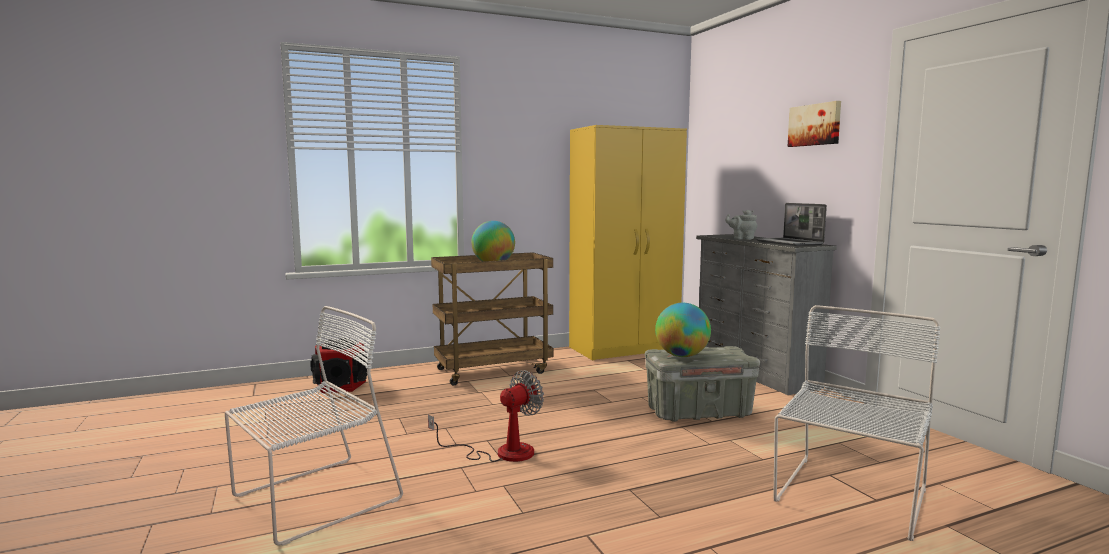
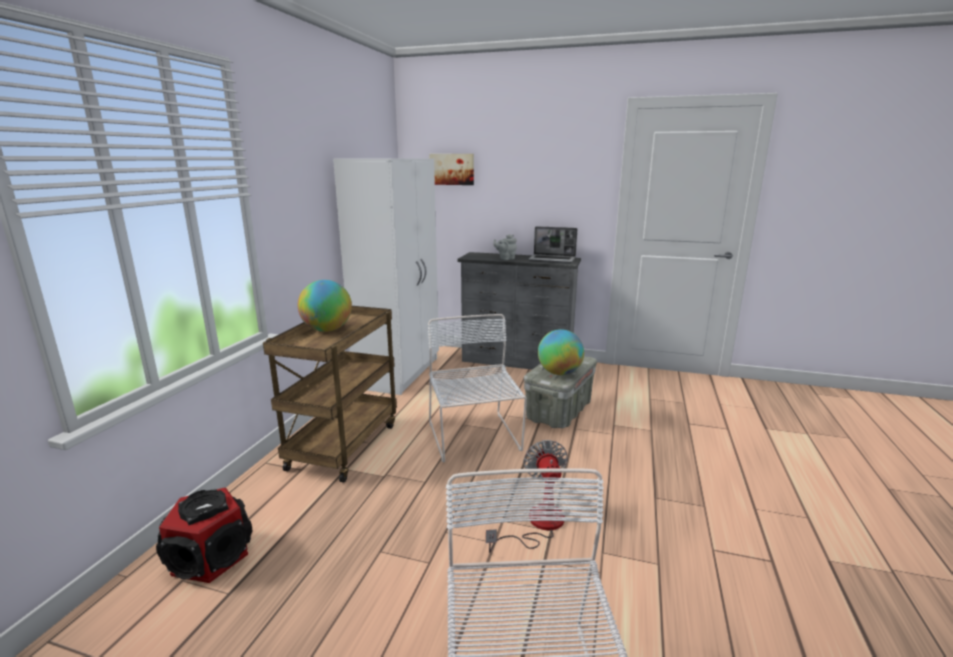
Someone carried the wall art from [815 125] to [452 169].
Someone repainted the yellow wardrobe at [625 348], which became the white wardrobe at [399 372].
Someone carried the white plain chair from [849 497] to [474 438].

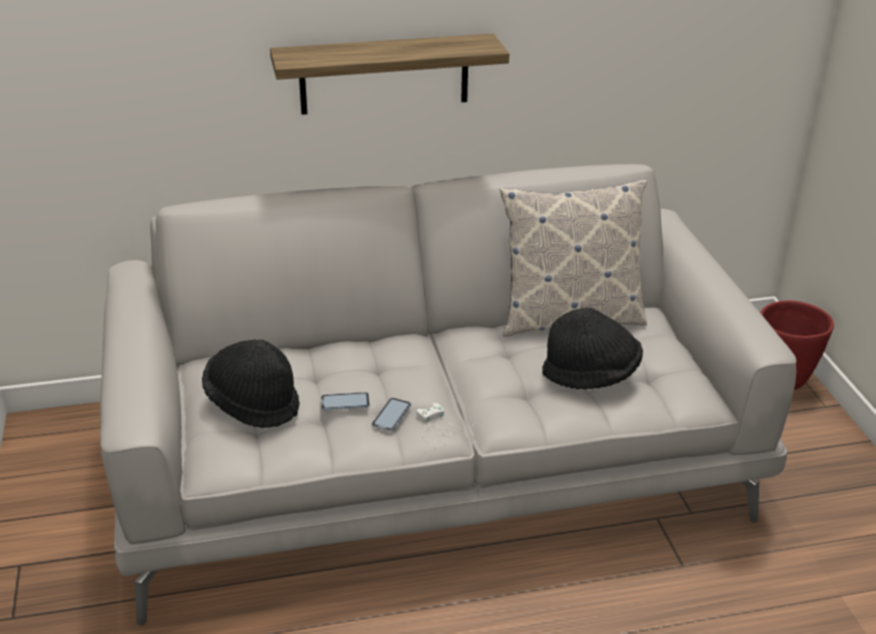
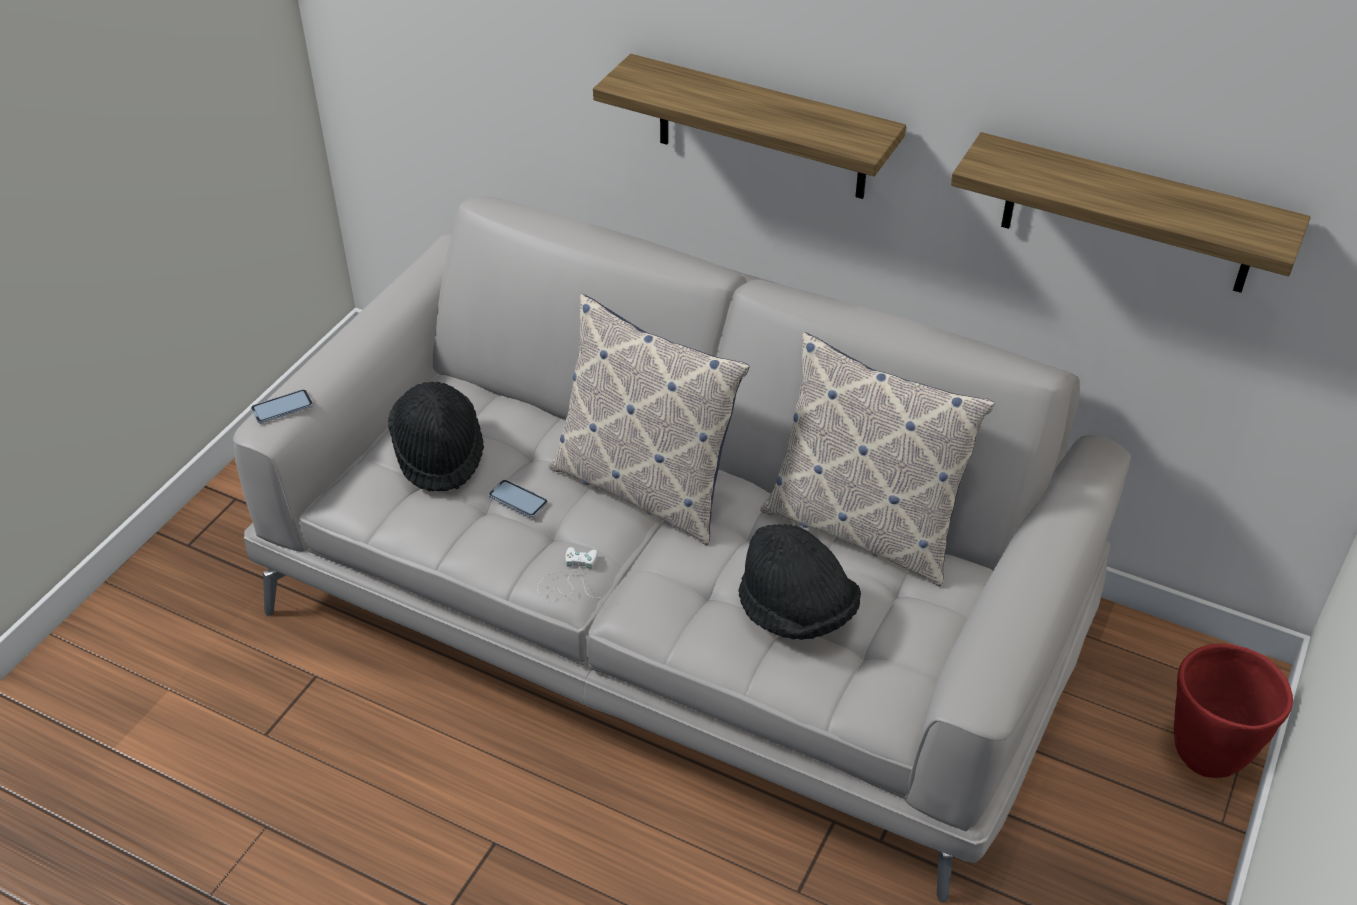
Someone carried the handset from [391 415] to [282 407].
Someone put up the wall shelf at [1129 215].
Someone put down the cushion at [645 487].

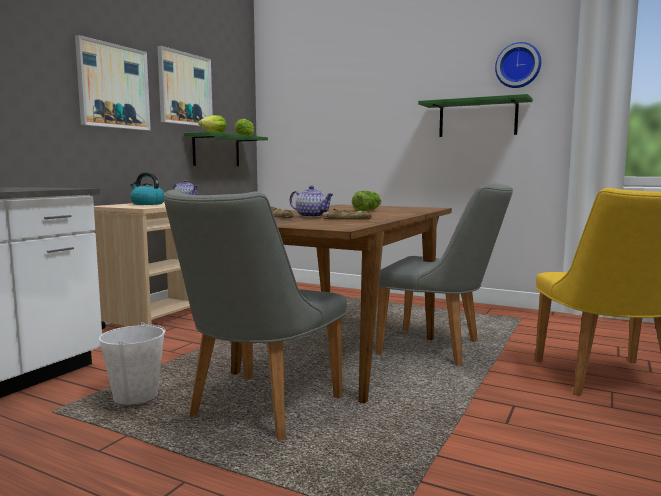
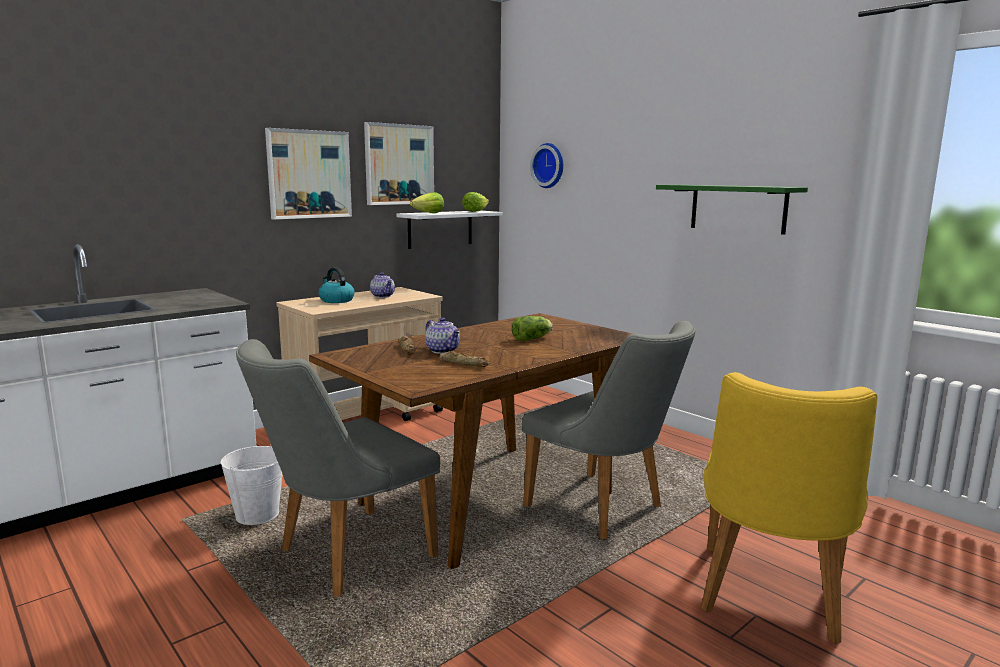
Someone carried the hanging clock from [518 66] to [549 165].
Someone repainted the green-coloured wall shelf at [216 150], which became the white wall shelf at [440 229].

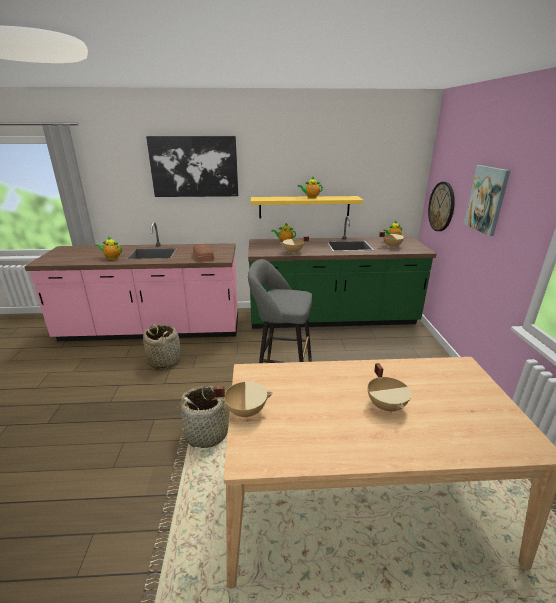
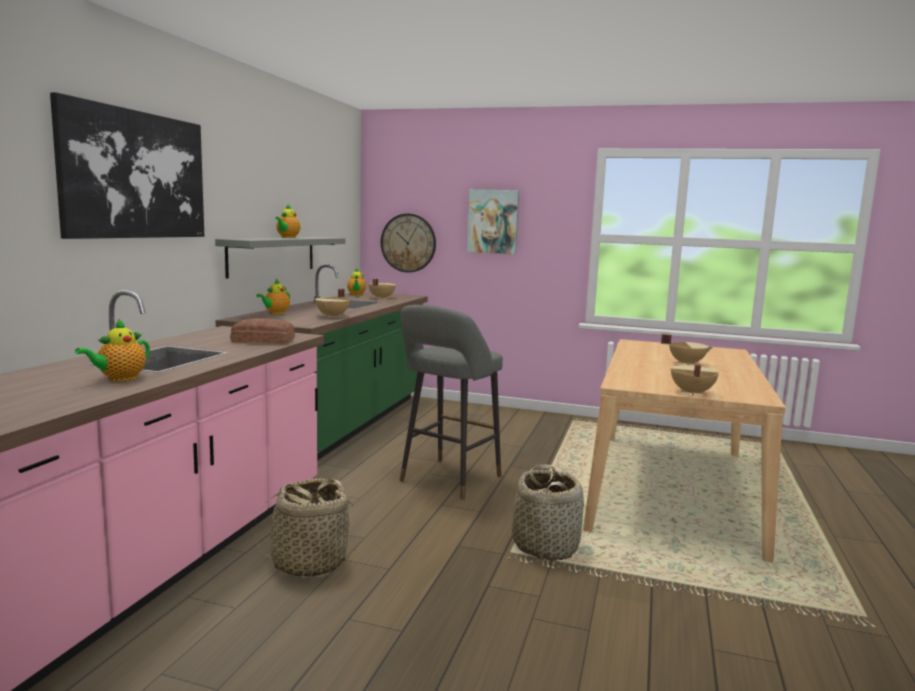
Someone repainted the yellow wall shelf at [304 207], which became the gray wall shelf at [272 255].

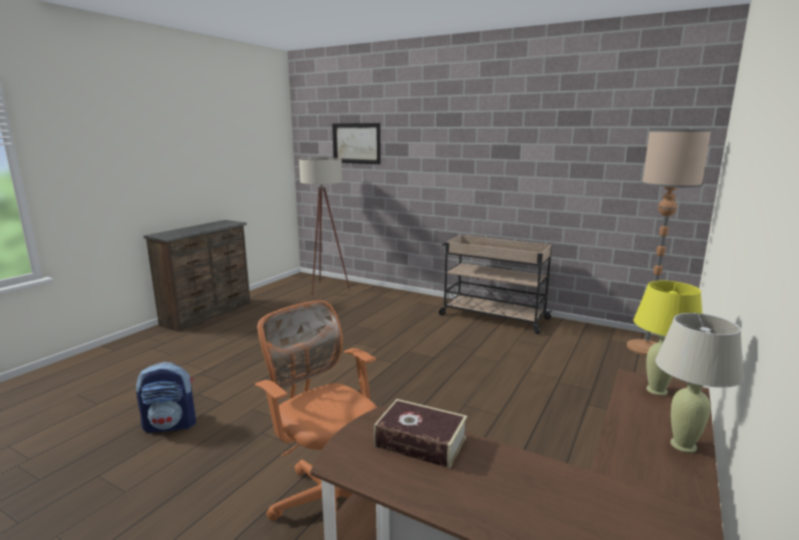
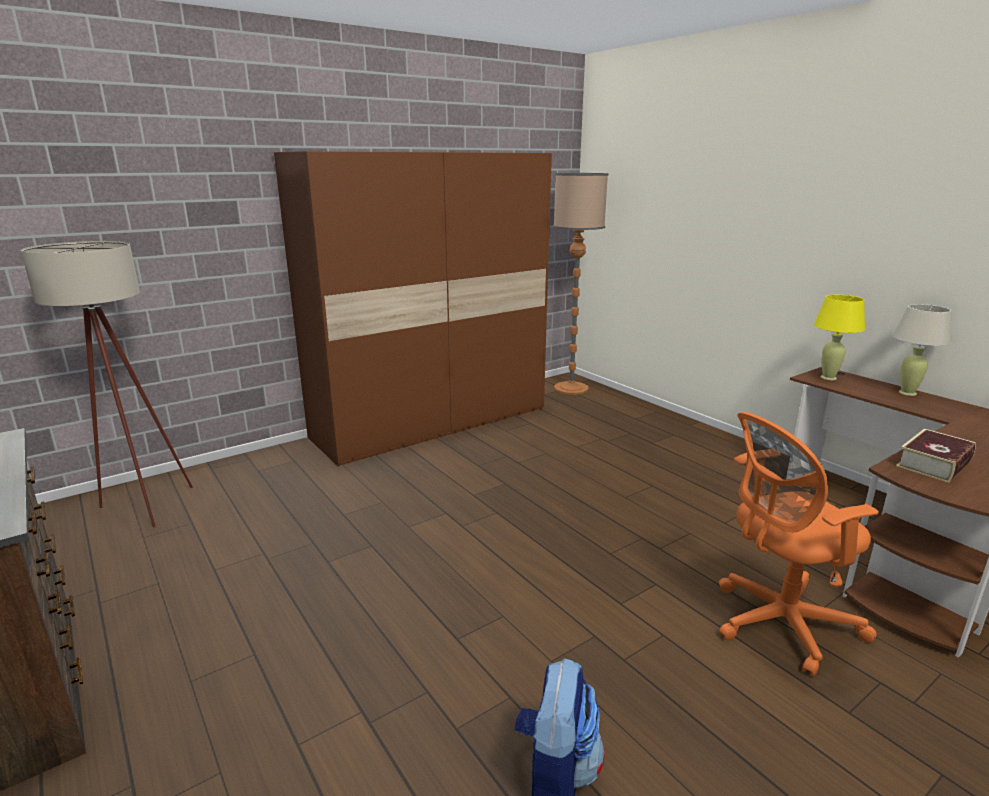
Someone took away the wall art at [356 143].
Someone swapped the sand-coloured cart at [492 317] for the brown wardrobe at [432 422].

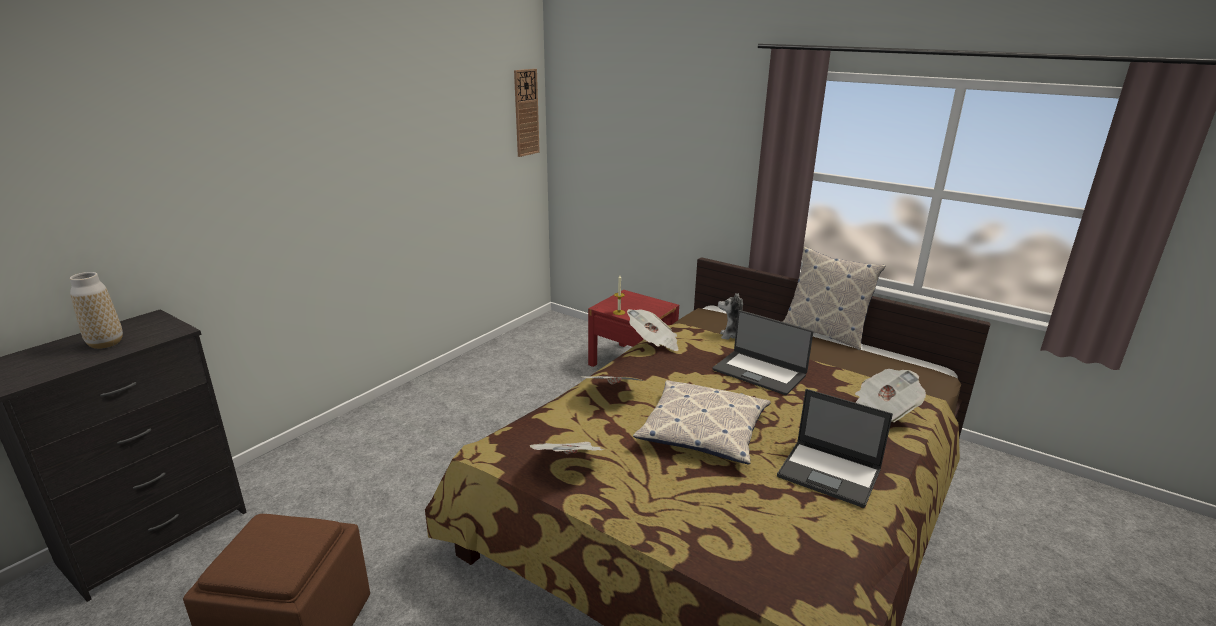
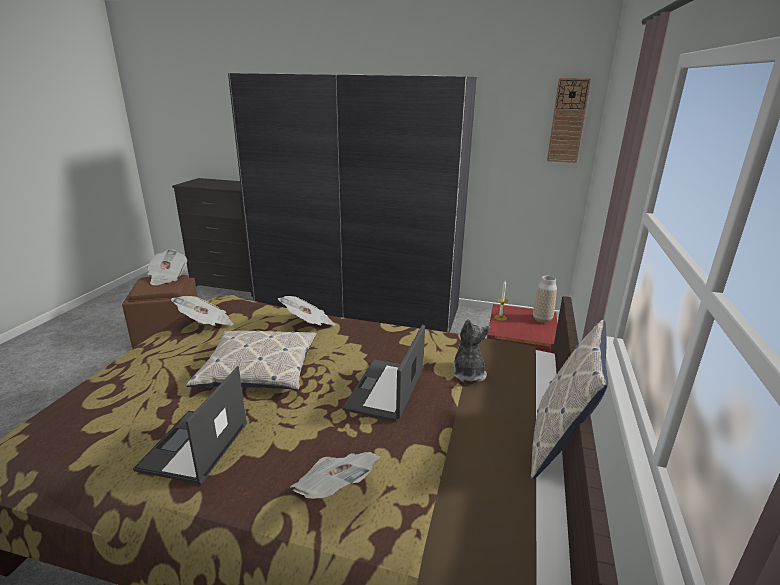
Someone carried the decorative vase from [106 343] to [542 319].
Someone carried the newspaper from [653 343] to [167 277].
Someone put down the gray wardrobe at [357 308].

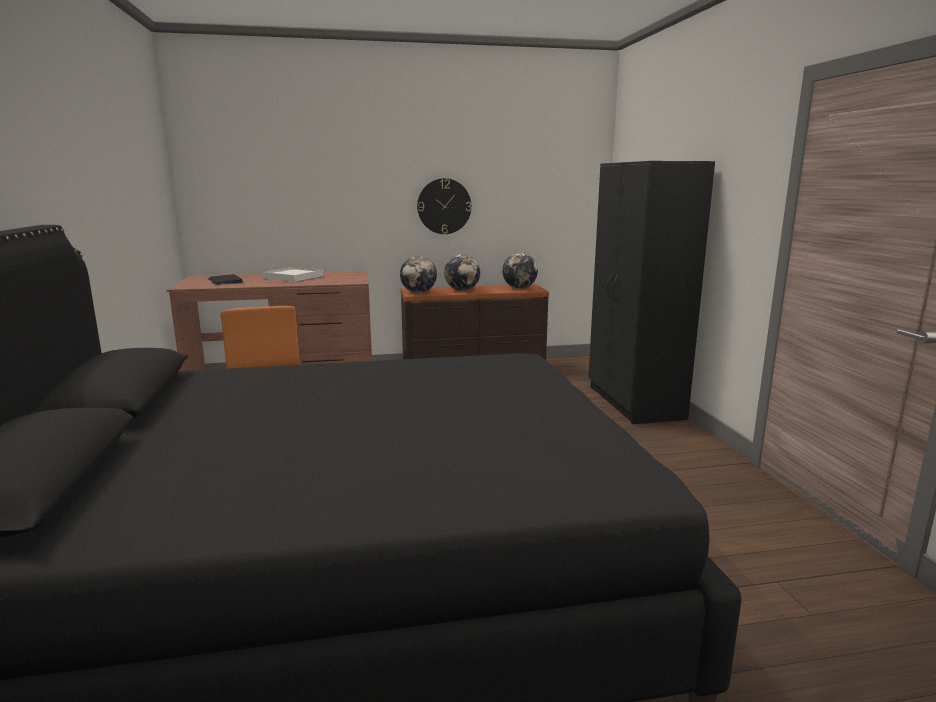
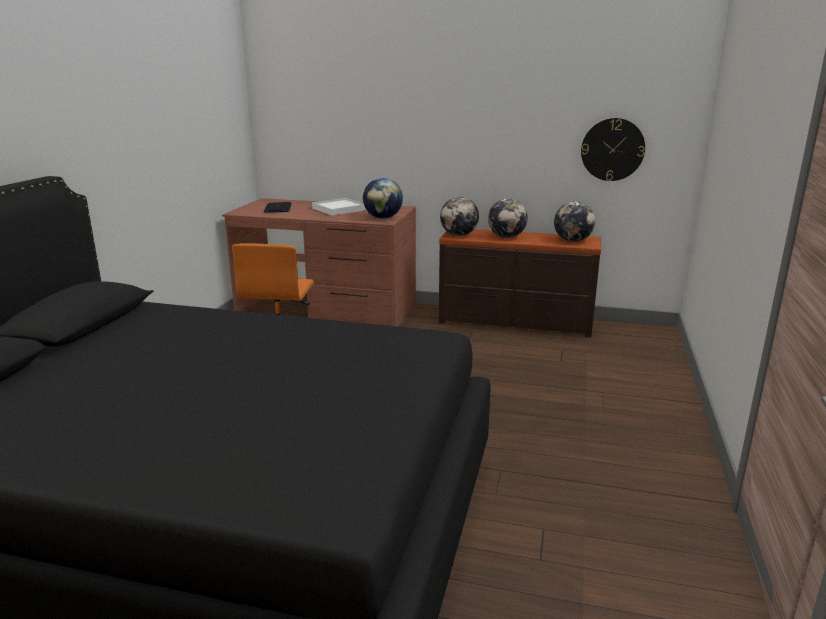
Someone took away the black wardrobe at [634 403].
Someone carried the hanging clock from [444 206] to [612 149].
Someone put down the world globe at [383 218].

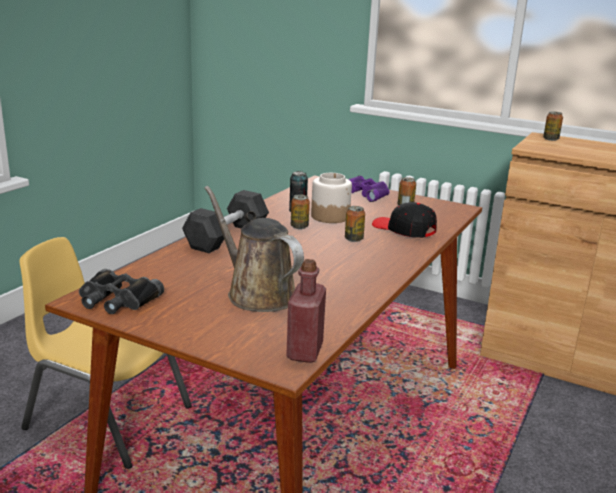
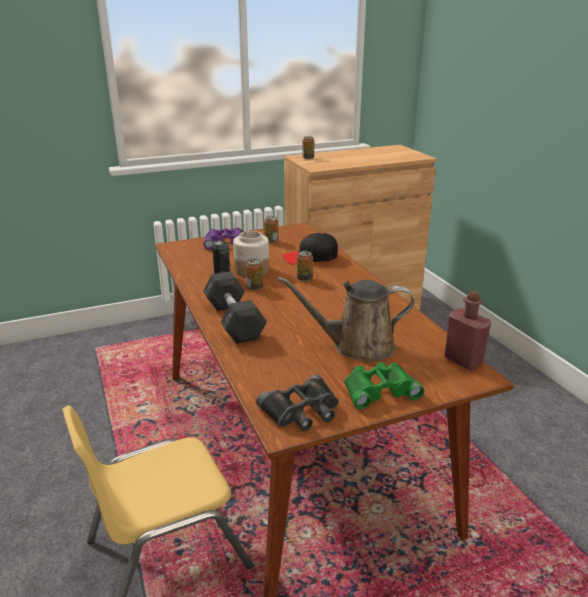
Someone put down the green-coloured pair of binoculars at [379 390].

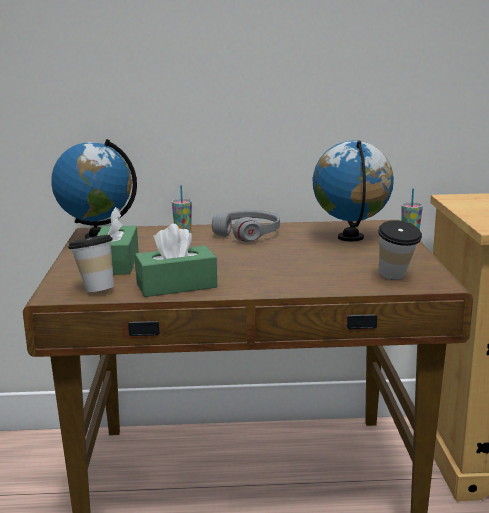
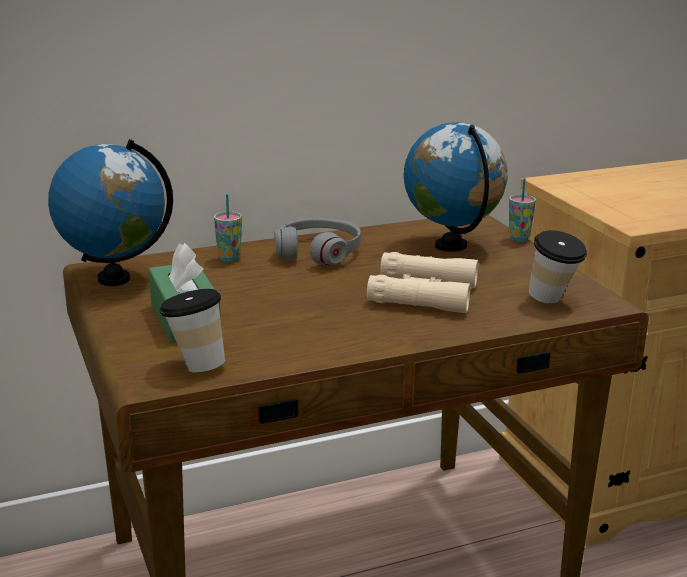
Someone took away the green-coloured tissue holder at [176 285].
Someone put down the sand-coloured pair of binoculars at [423 294].

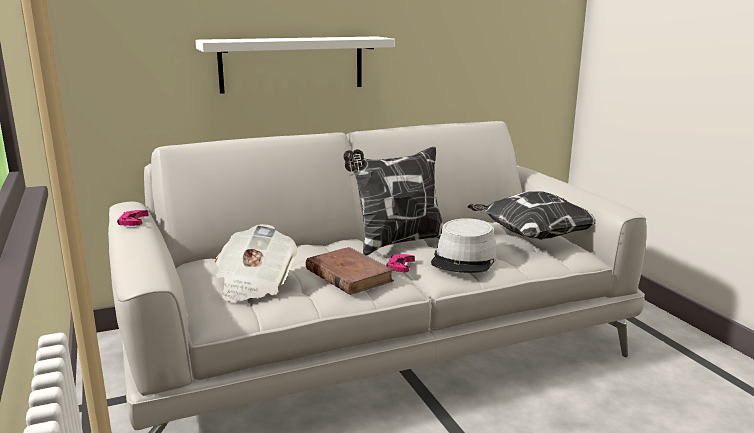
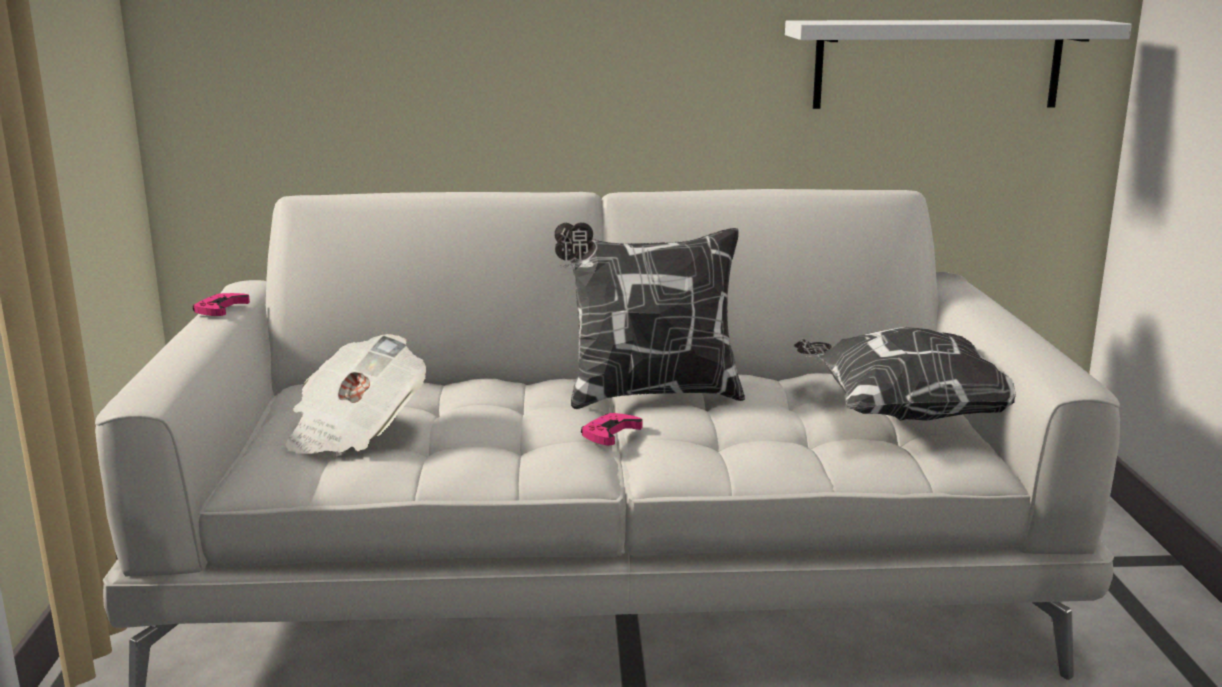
Someone carried the white wall shelf from [292 64] to [937 64].
Someone took away the gray clothing hat at [464 259].
Someone took away the brown volume at [348 275].

